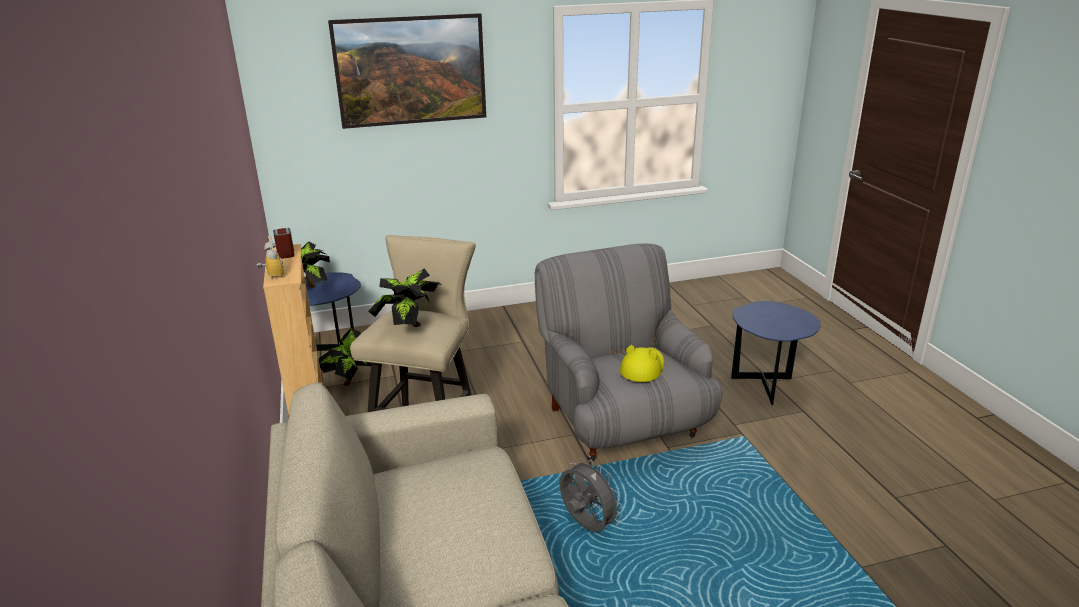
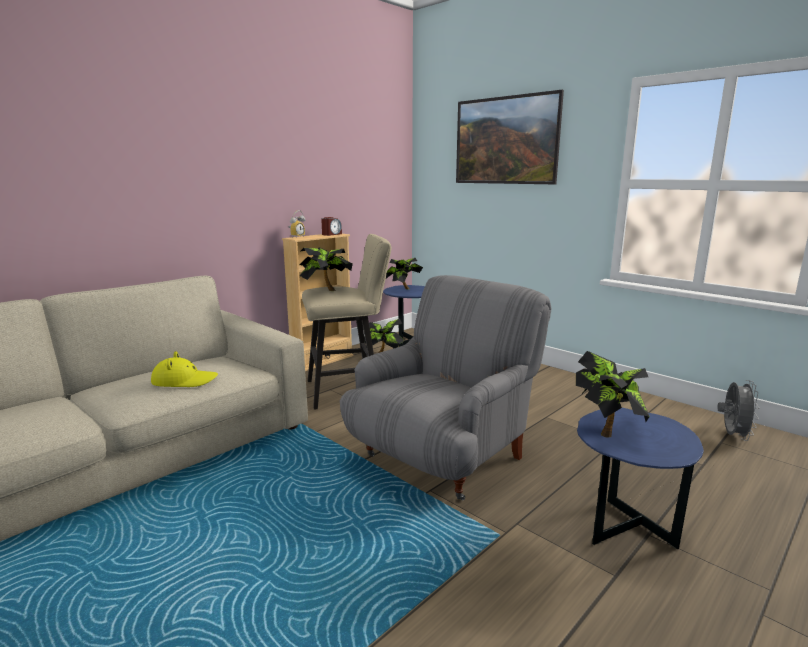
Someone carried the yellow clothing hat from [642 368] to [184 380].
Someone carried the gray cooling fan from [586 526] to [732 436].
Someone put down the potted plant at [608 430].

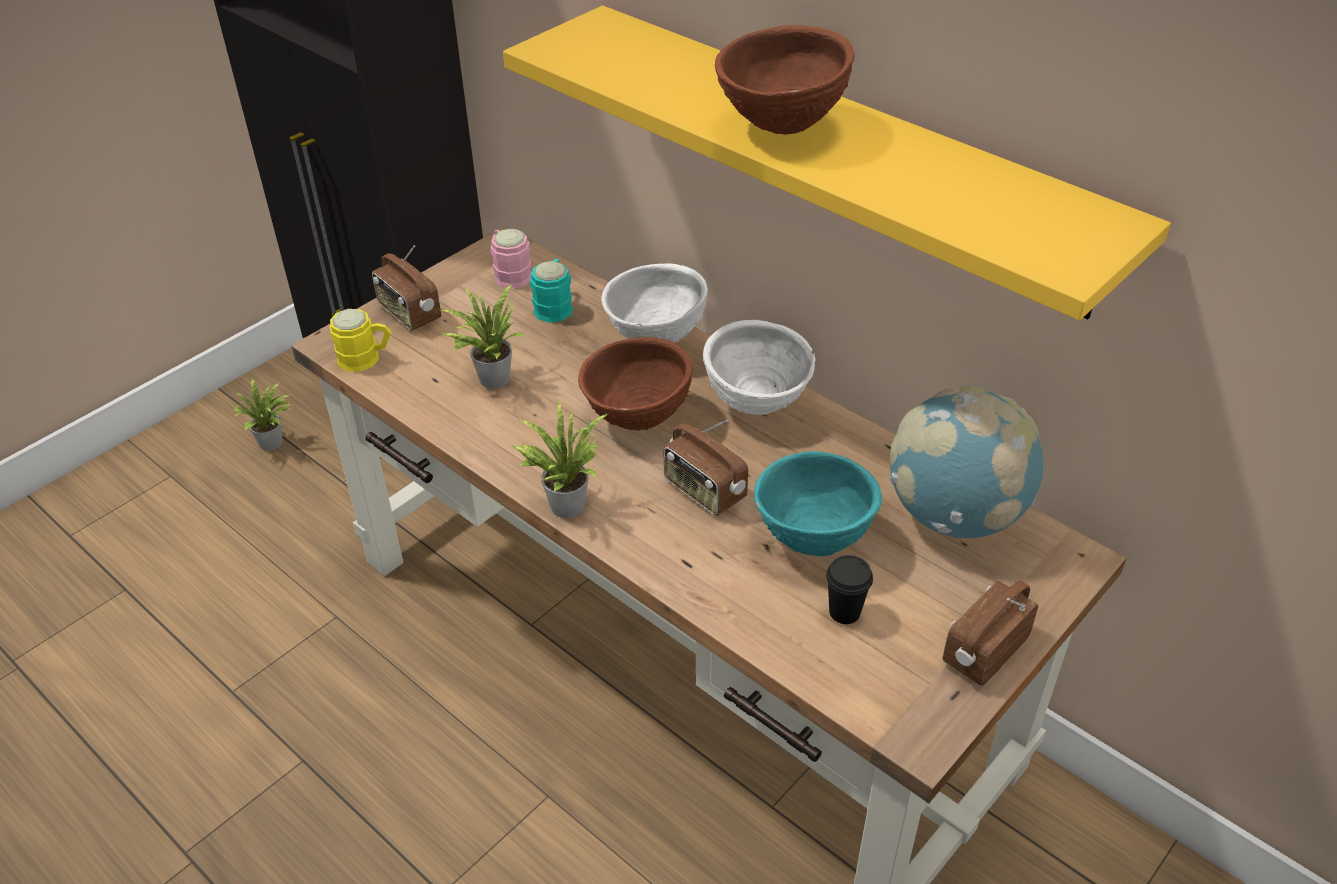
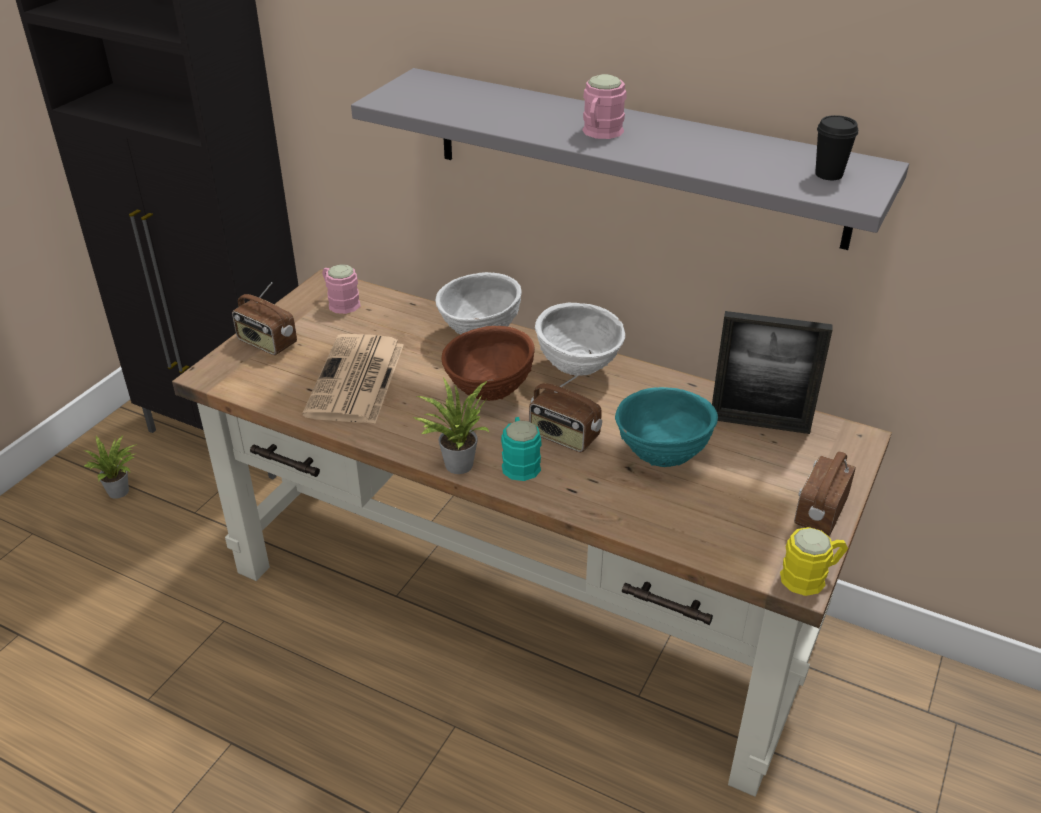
Someone repainted the yellow wall shelf at [842 154], which became the gray wall shelf at [635 156].
Someone swapped the brown bowl at [781 128] for the pink mug at [600 133].
Someone carried the blue-green mug from [554 305] to [520 462].
Someone swapped the potted plant at [490 378] for the newspaper at [356 381].
Someone carried the yellow mug from [366 358] to [811 577].
Someone swapped the world globe at [955 516] for the picture frame at [759 423].
Someone carried the black drinking cup from [844 612] to [828 174].

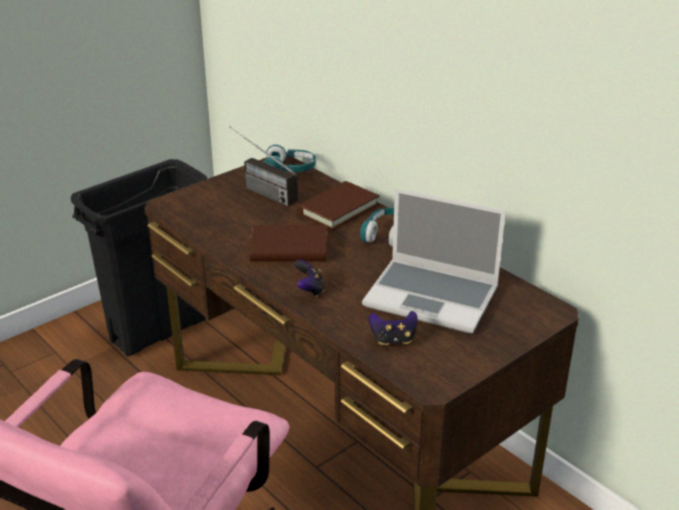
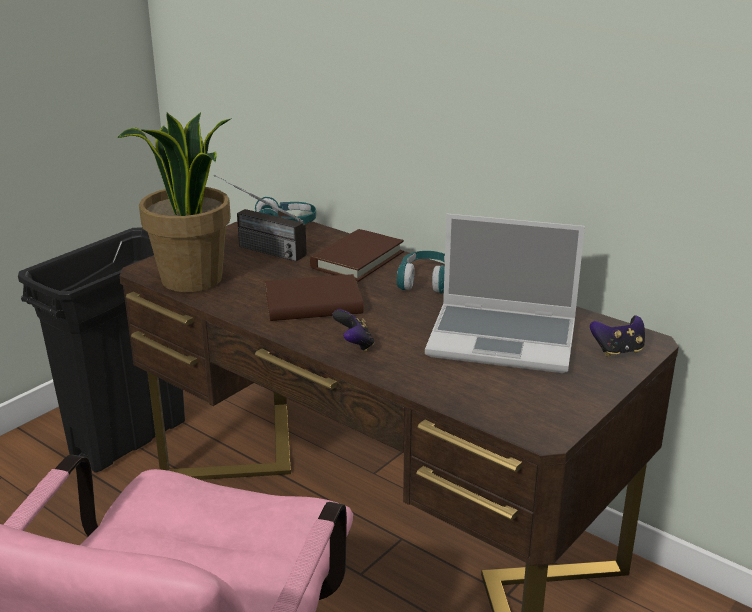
Someone carried the game controller from [393 340] to [618 351].
Someone put down the potted plant at [192 280].

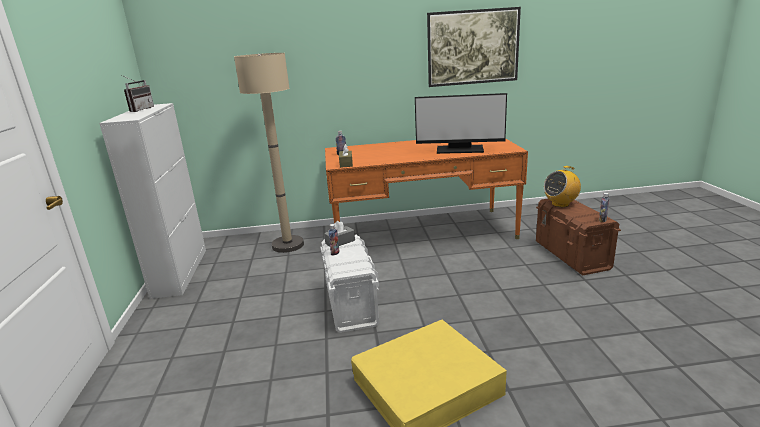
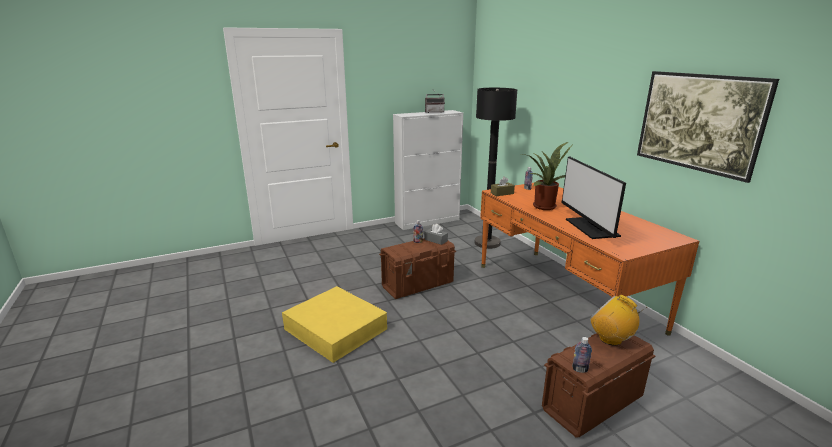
Someone repainted the sand-coloured floor lamp at [288 245], which became the black floor lamp at [487 243].
Someone repainted the white storage bin at [351 304], which became the brown storage bin at [418 284].
Someone put down the potted plant at [543 206].

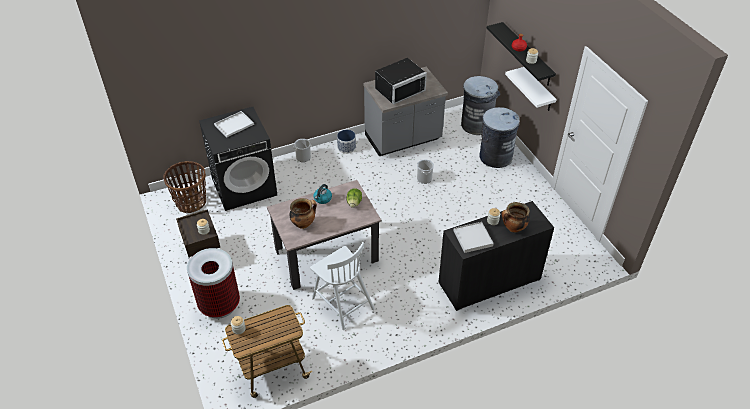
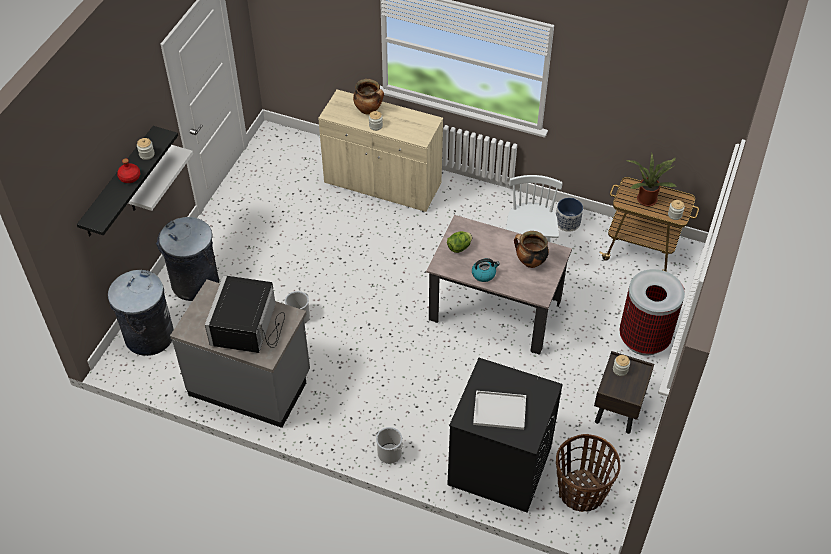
Someone rotated the black microwave at [398 89] by 90 degrees counterclockwise.
Someone carried the plant pot from [346 148] to [568 222].
Someone repainted the black cupboard at [489 281], which became the sand-coloured cupboard at [382 184].
Someone took away the white serving tray at [472 238].
Someone put down the potted plant at [647 198].

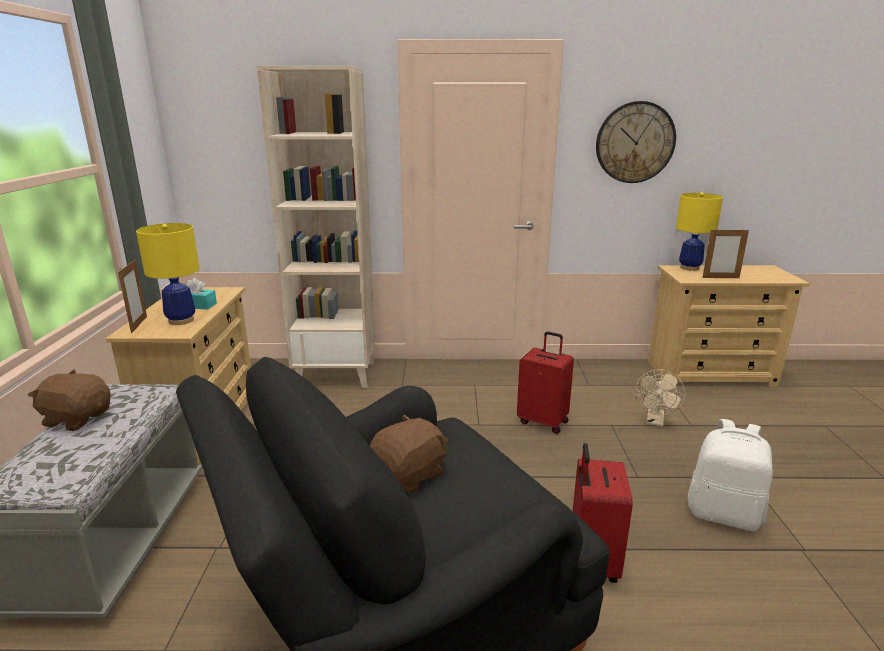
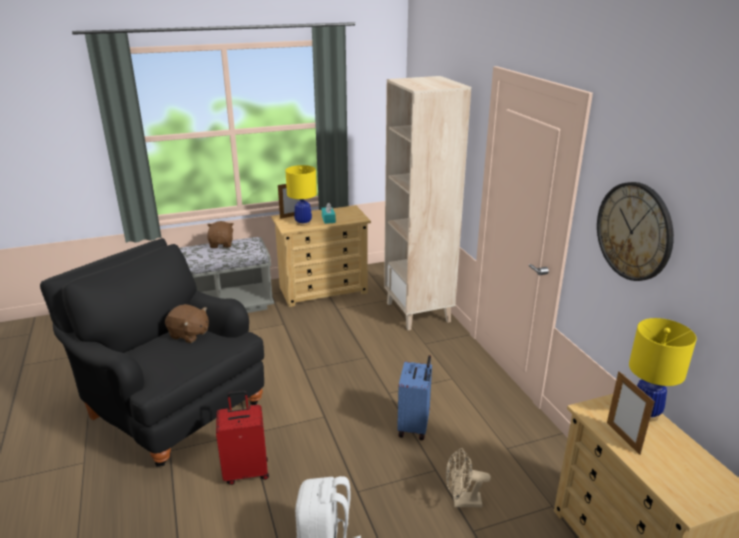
Someone repainted the red piece of luggage at [543 421], which became the blue piece of luggage at [414 426].

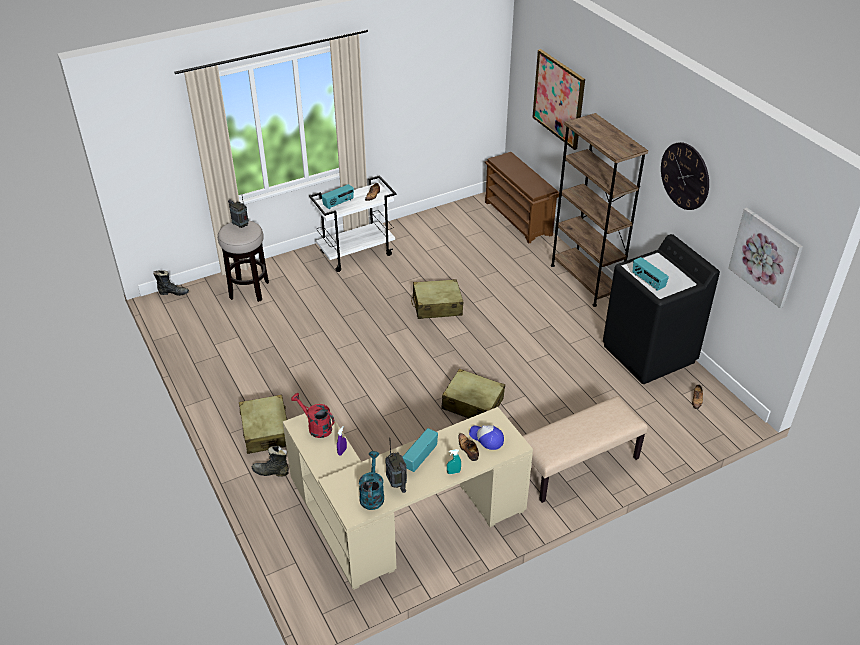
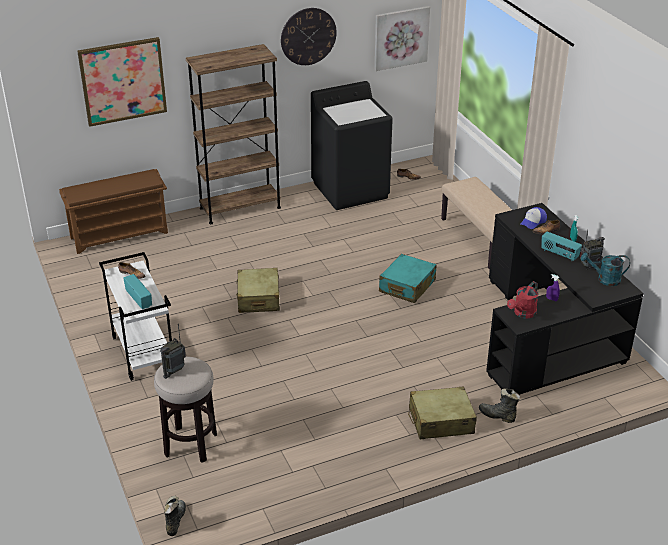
Someone took away the radio at [648 281].
Someone repainted the sand-coloured piece of luggage at [472 404], which became the blue-green piece of luggage at [407 286].
Someone repainted the sand-coloured desk at [400 520], which became the black desk at [549 335].
Someone rotated the black tall boot at [271 472] by 105 degrees clockwise.

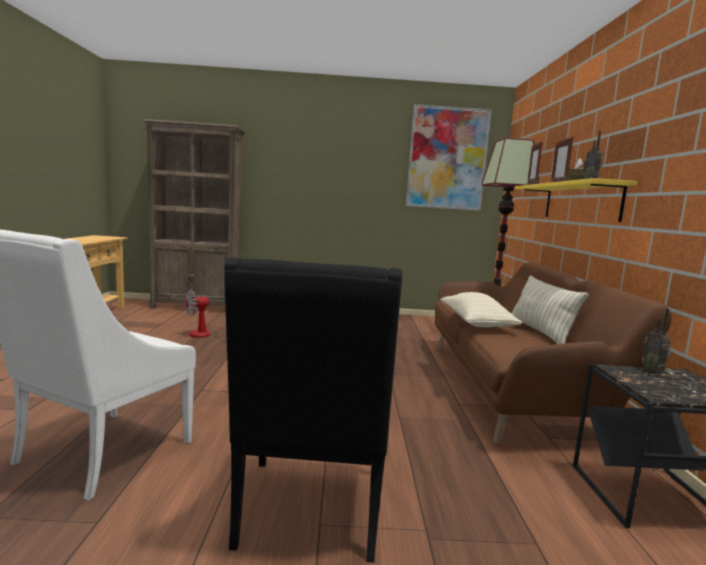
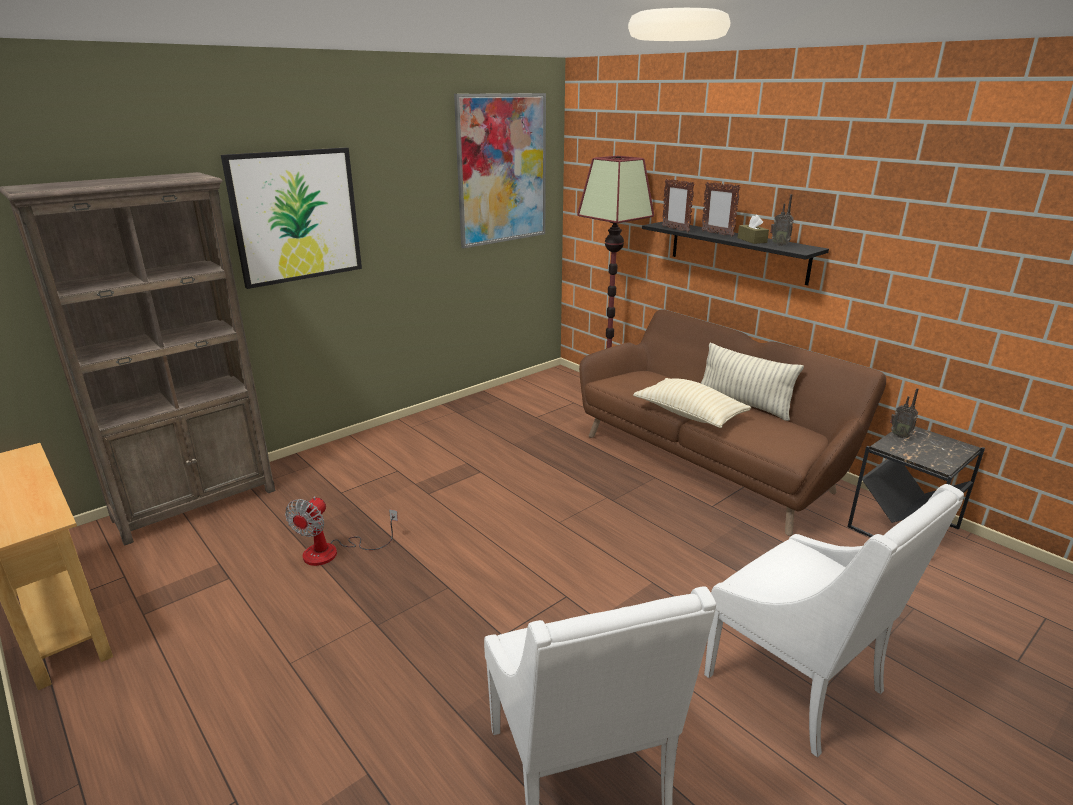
Someone repainted the yellow wall shelf at [580 202], which became the black wall shelf at [737 251].
Someone repainted the black easy chair at [310 510], which became the white easy chair at [799 685].
Someone put up the wall art at [296 216].

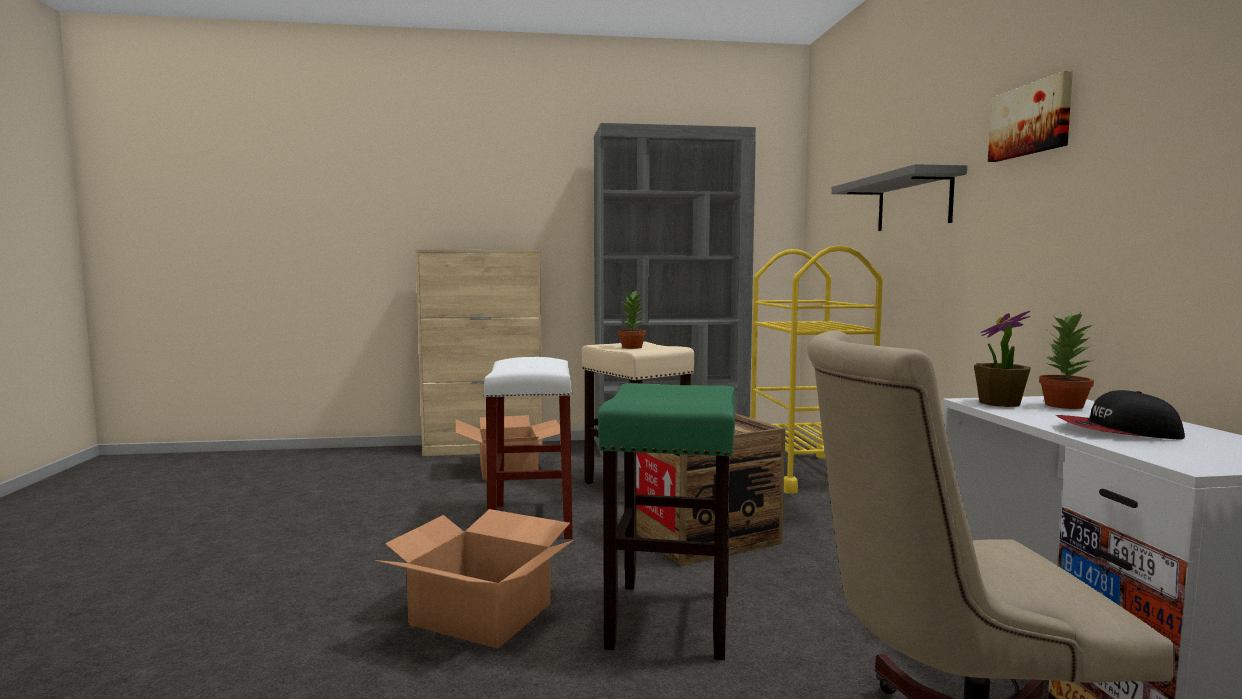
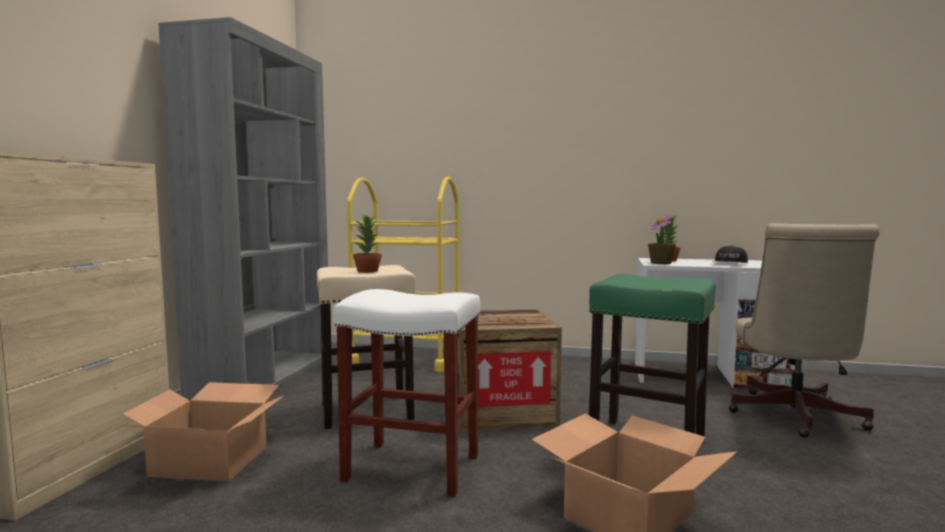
Someone took away the wall art at [1031 120].
Someone took away the gray wall shelf at [913 202].

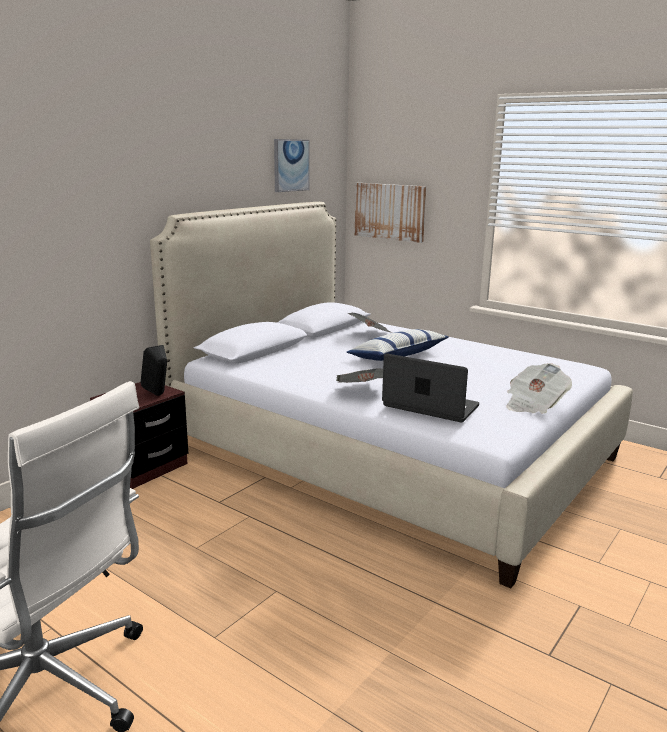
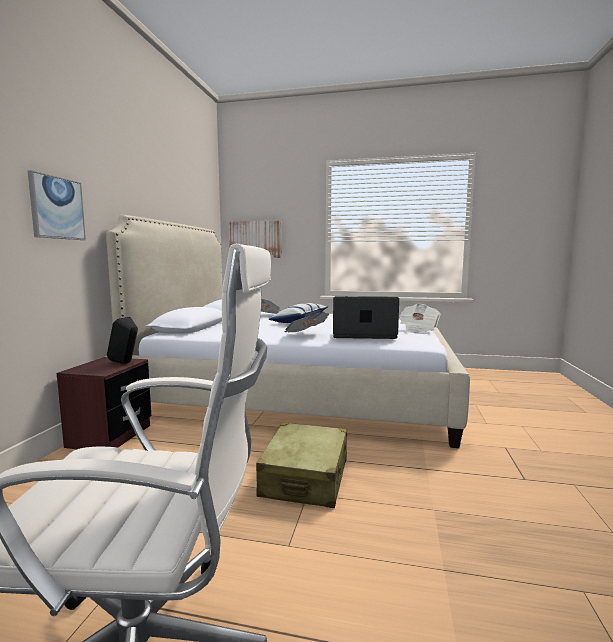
Someone carried the wall art from [291 165] to [57 208].
Someone put down the sand-coloured piece of luggage at [305 477].

